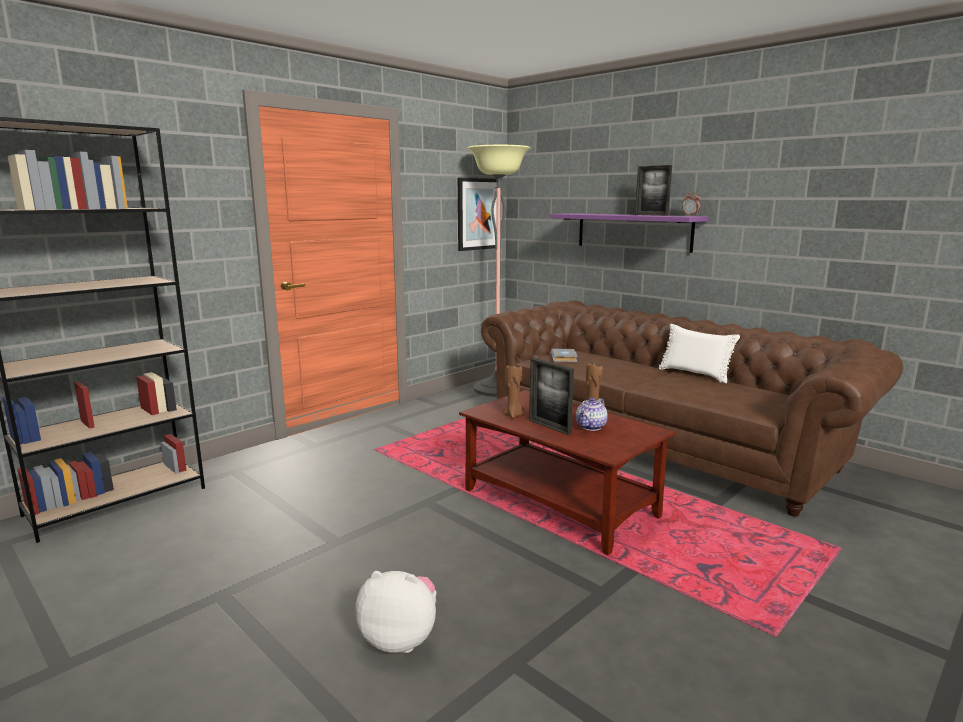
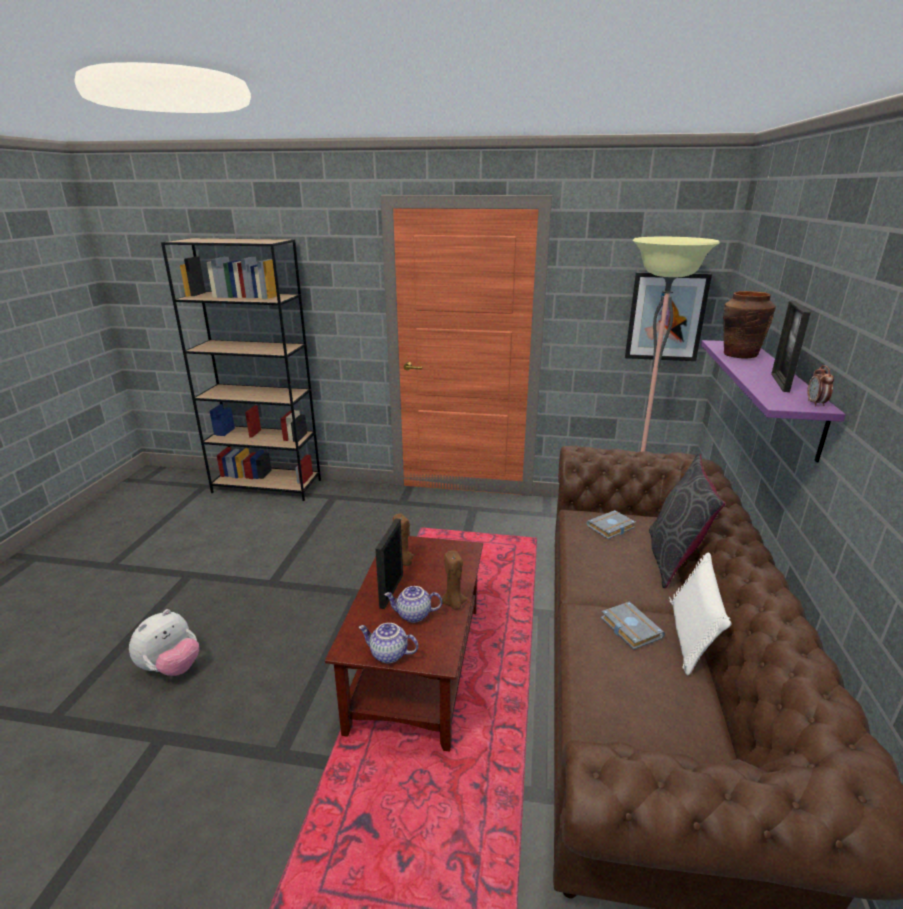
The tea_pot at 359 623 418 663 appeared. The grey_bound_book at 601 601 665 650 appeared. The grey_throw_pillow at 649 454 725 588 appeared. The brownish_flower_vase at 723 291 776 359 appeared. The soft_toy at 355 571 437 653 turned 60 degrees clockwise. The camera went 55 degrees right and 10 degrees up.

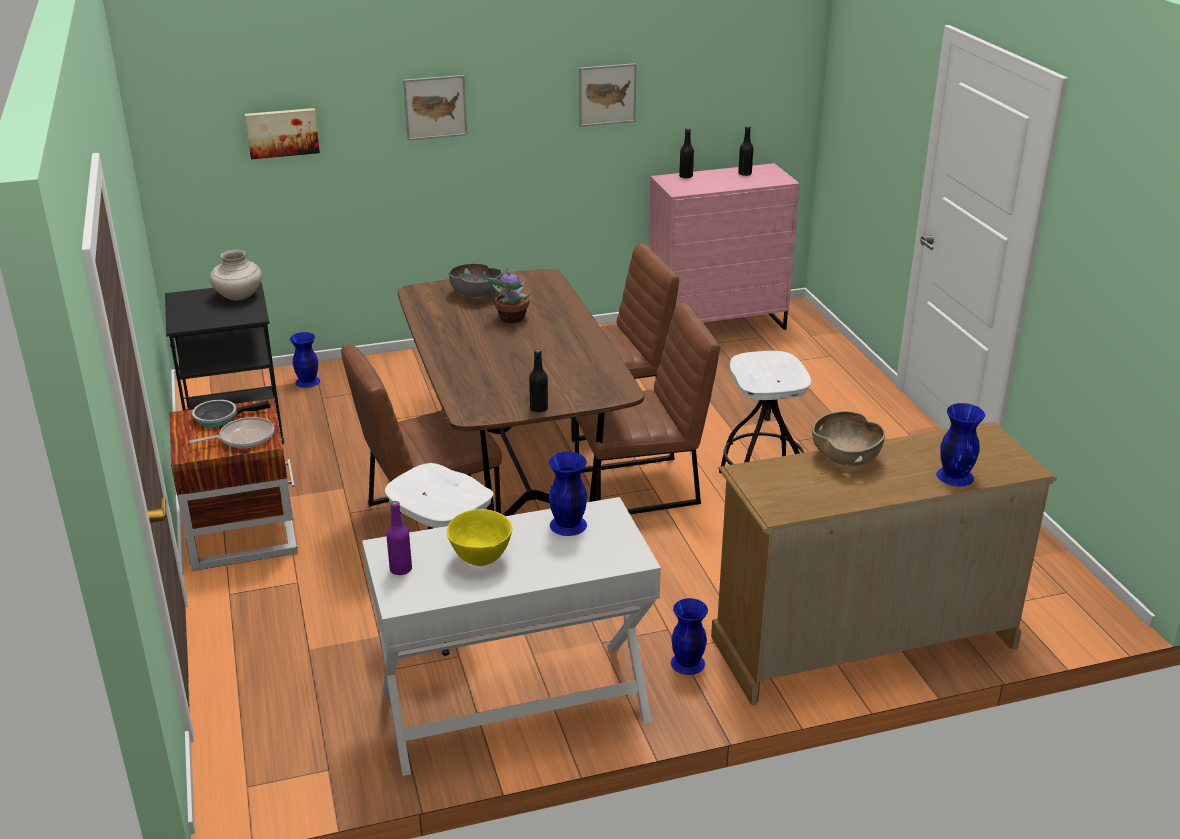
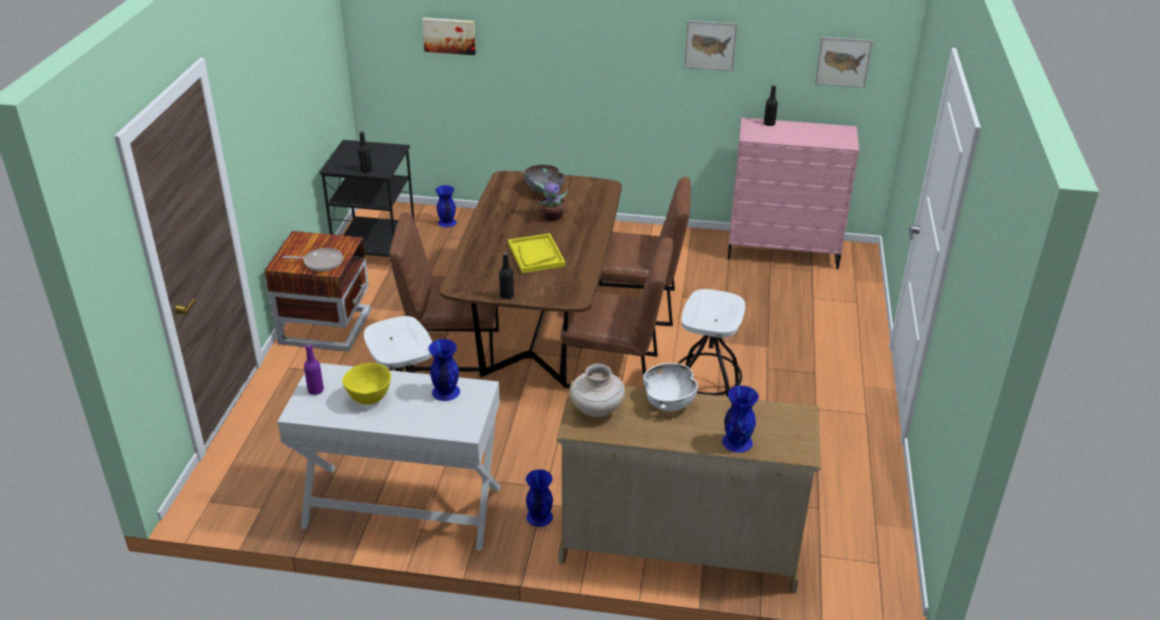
The pan at 192 400 271 427 disappeared. The yellow_serving_tray at 508 233 565 273 appeared. The beige-coloured_flower_vase moved from 210 249 262 301 to 570 364 625 417. The wall_picture moved from 403 75 467 141 to 815 37 873 88. The blackish_drink_bottle moved from 738 126 753 176 to 358 131 372 173. The brownish_bowl at 812 411 885 466 became the white_bowl at 643 363 698 411. The camera went 25 degrees right and 5 degrees up.

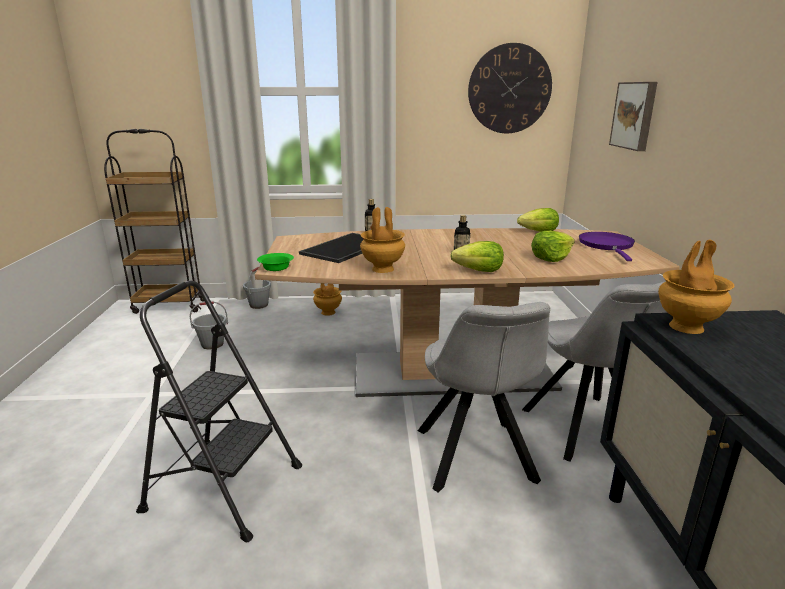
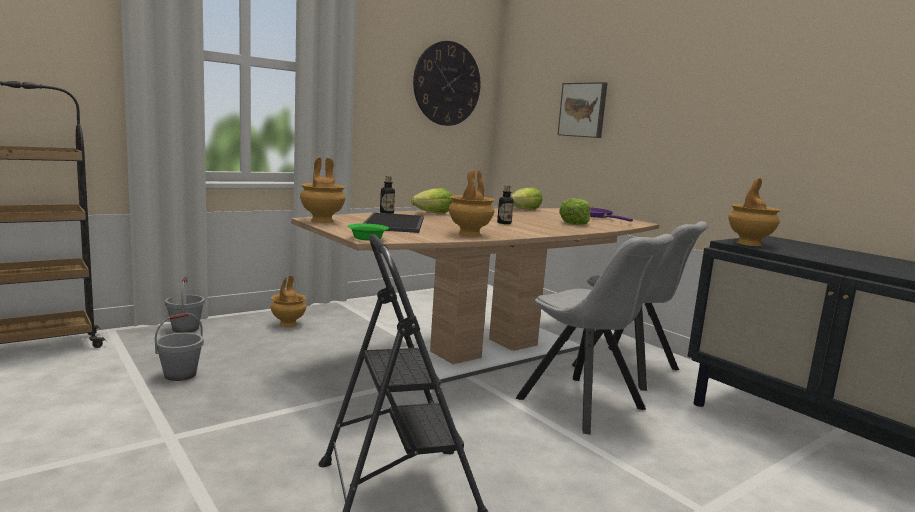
The brownish_flower_vase at 300 157 346 223 appeared. The lettuce moved from 450 241 504 272 to 411 188 453 213. The camera went 35 degrees left and 10 degrees down.

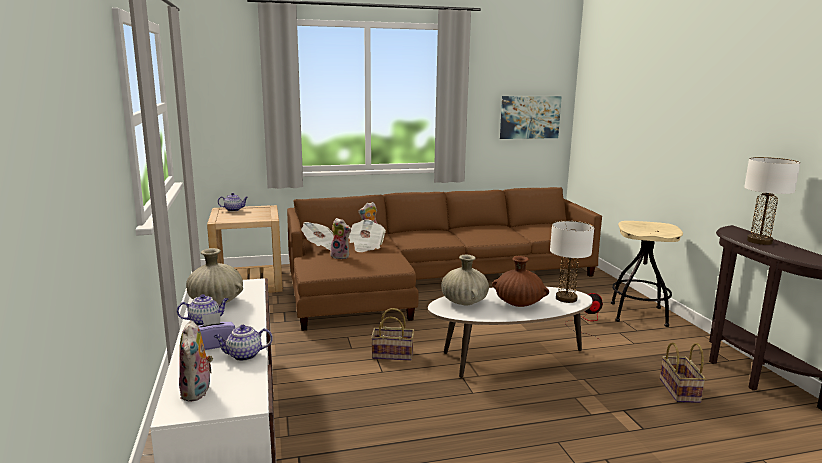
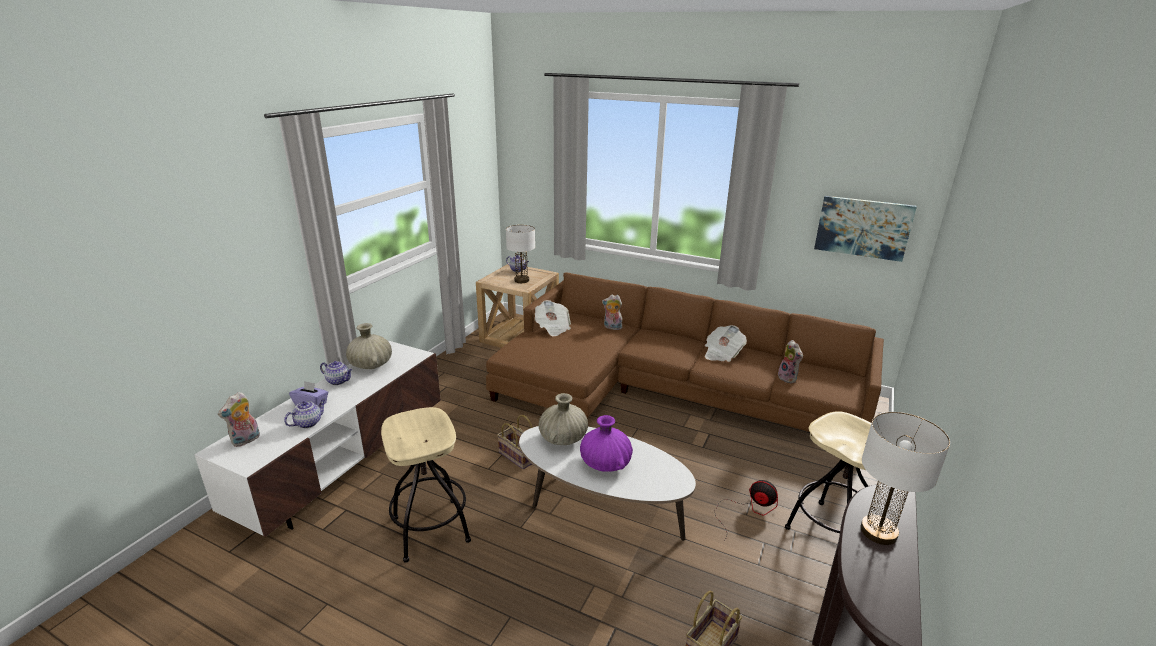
The beige-coloured_stool_seat at 381 407 471 563 appeared. The soft_toy moved from 330 218 351 260 to 777 340 803 384. The printed_paper moved from 349 219 386 252 to 705 325 747 362. The tabletop_lamp moved from 550 221 594 303 to 506 225 535 283. The brownish_flower_vase at 492 256 549 307 became the purplish_flower_vase at 580 415 633 472. The tea_pot at 214 325 273 361 turned 105 degrees clockwise. The camera went 40 degrees right and 10 degrees up.

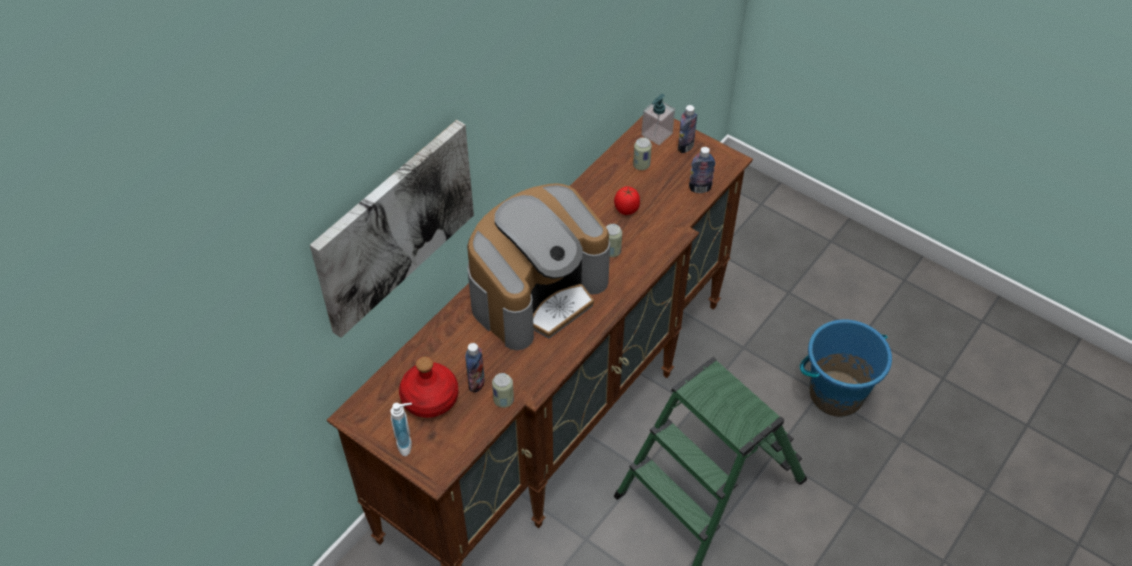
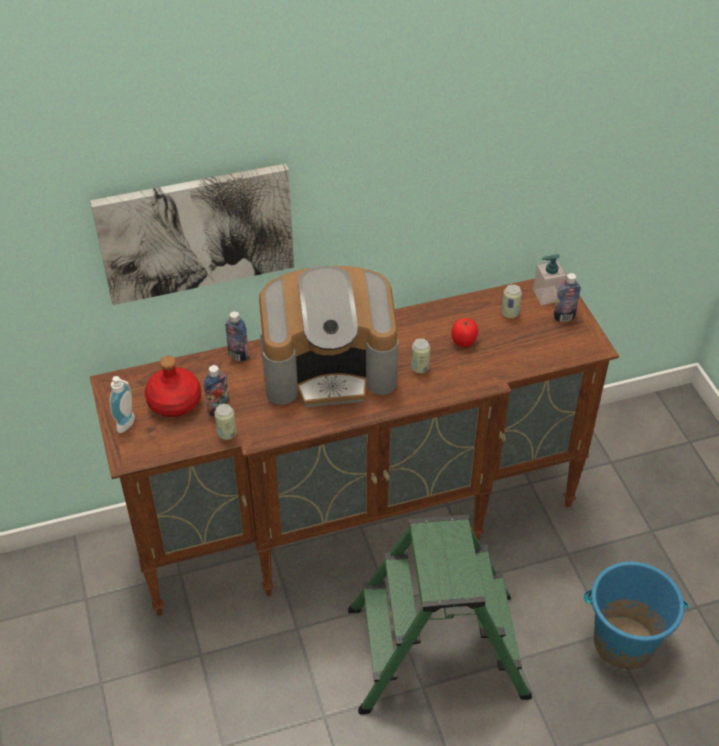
The drink_bottle moved from 689 147 716 193 to 225 311 249 361. The camera went 35 degrees right and 5 degrees down.

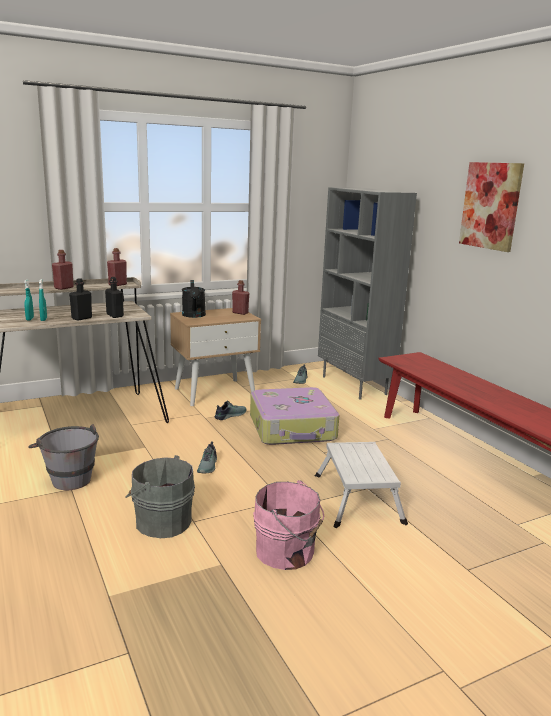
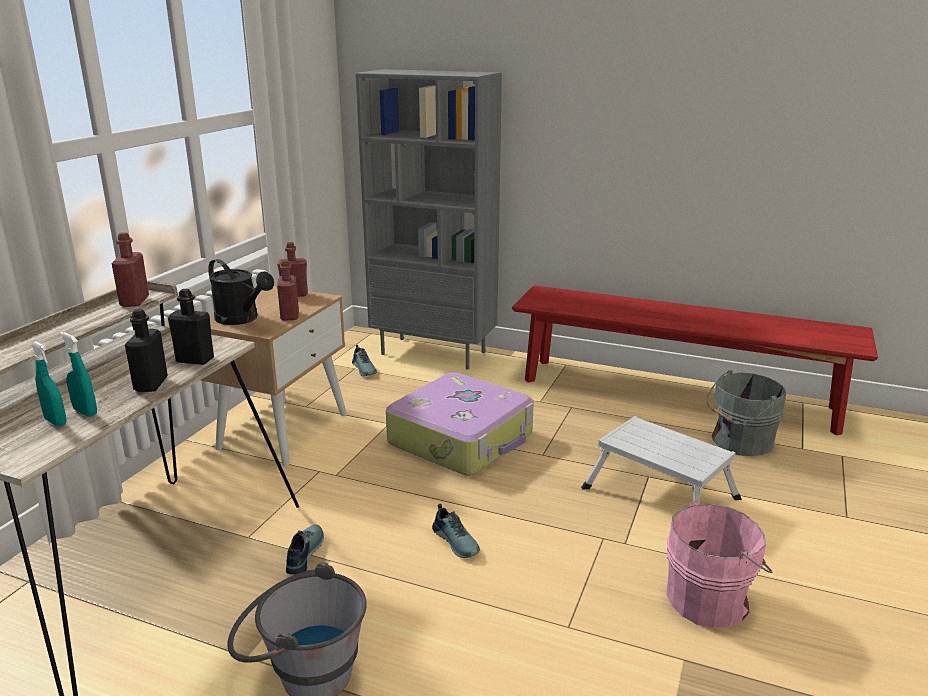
The wall_picture at 459 162 524 252 disappeared. The red_drink_bottle moved from 52 250 74 290 to 277 260 299 321. The grey_pail moved from 125 455 195 538 to 706 370 786 456. The item_of_footwear moved from 214 401 247 420 to 286 525 324 574. The camera went 40 degrees left and 5 degrees up.

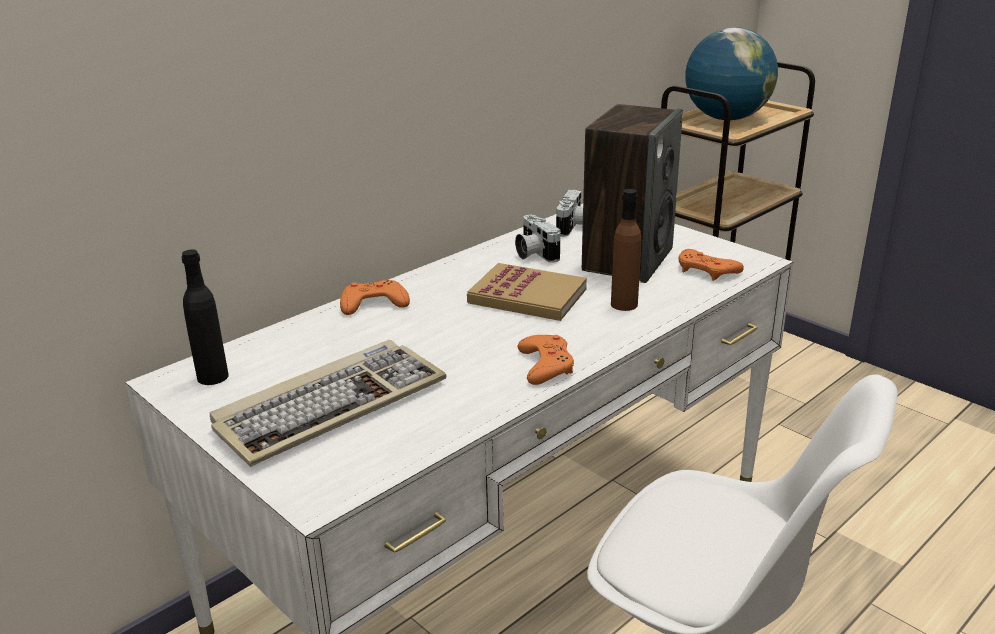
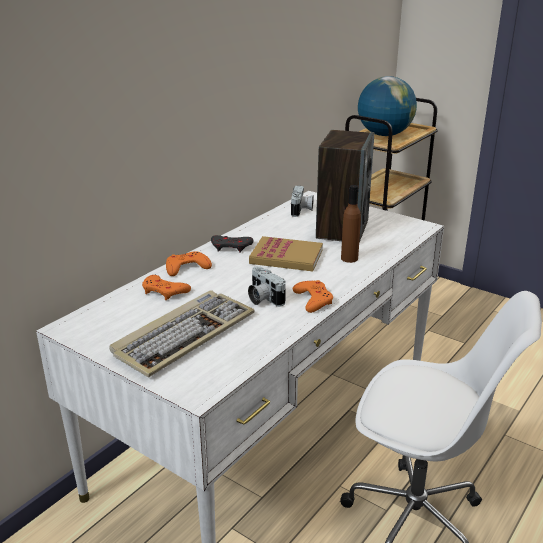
The blackish_drink_bottle at 181 249 229 385 disappeared. The grey_joypad at 211 235 253 253 appeared. The still_camera moved from 515 215 561 263 to 248 266 286 307. The orange-coloured_joypad moved from 678 249 744 281 to 142 275 191 300. The camera went 10 degrees left and 0 degrees up.

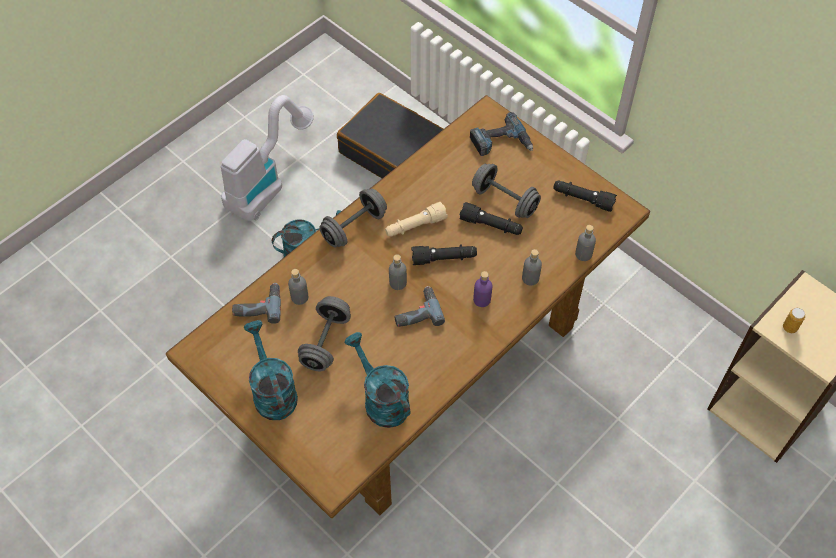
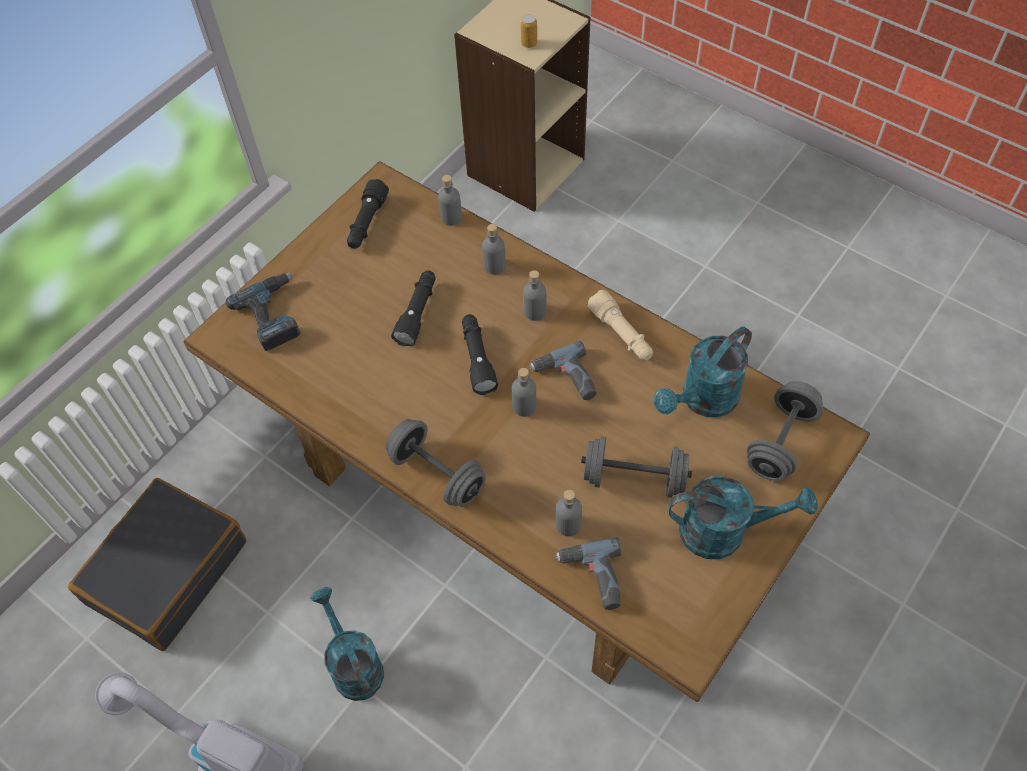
The beige-coloured_flashlight moved from 385 202 448 236 to 588 290 653 361. The grey_dumbbell moved from 472 164 541 218 to 747 381 824 481. The purplish_drink_bottle at 473 271 492 307 became the grey_drink_bottle at 523 270 546 321. The turquoise_watering_pot at 244 320 298 420 turned 150 degrees counterclockwise. The camera went 95 degrees left and 0 degrees up.

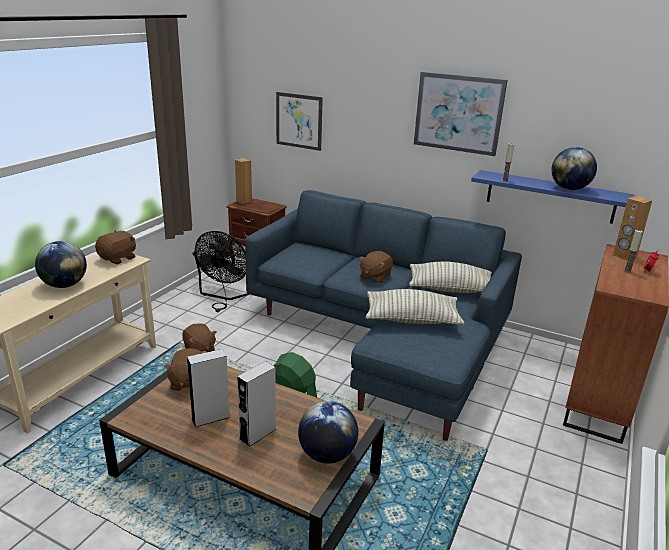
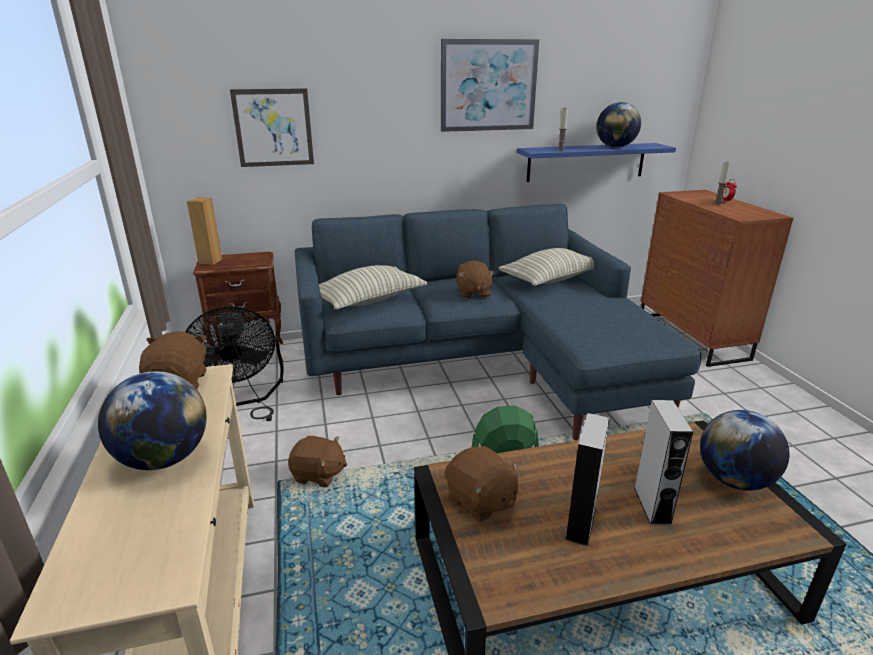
The brownish_speaker at 613 196 652 261 disappeared. The throw_pillow moved from 365 289 465 325 to 319 265 427 310. The camera went 40 degrees left and 0 degrees up.

